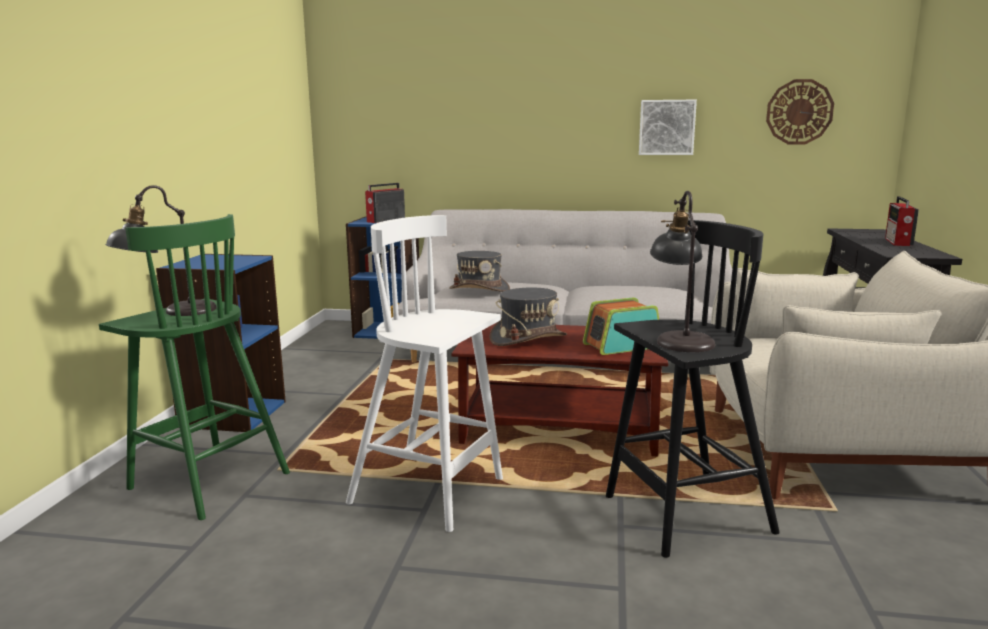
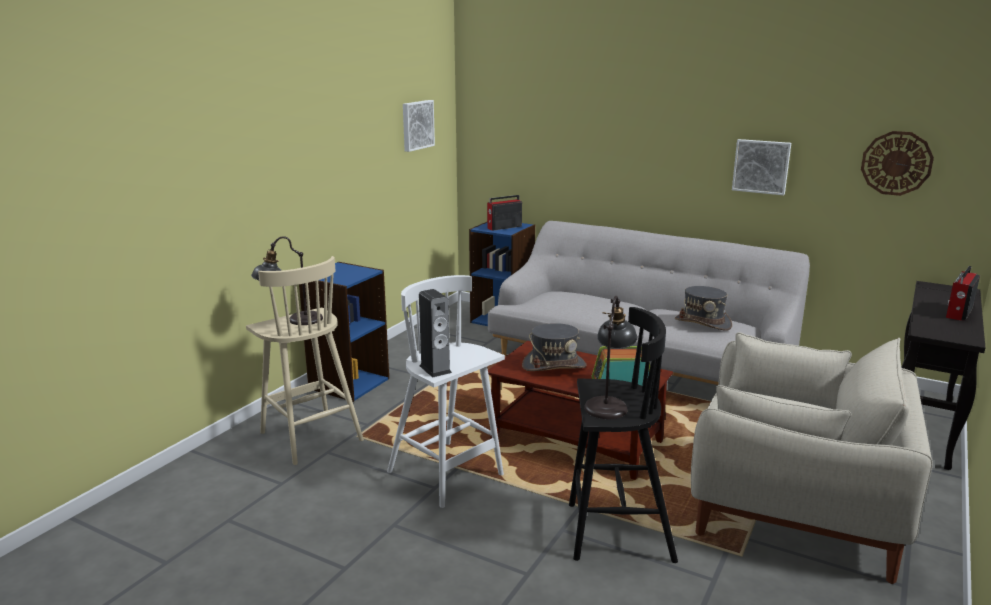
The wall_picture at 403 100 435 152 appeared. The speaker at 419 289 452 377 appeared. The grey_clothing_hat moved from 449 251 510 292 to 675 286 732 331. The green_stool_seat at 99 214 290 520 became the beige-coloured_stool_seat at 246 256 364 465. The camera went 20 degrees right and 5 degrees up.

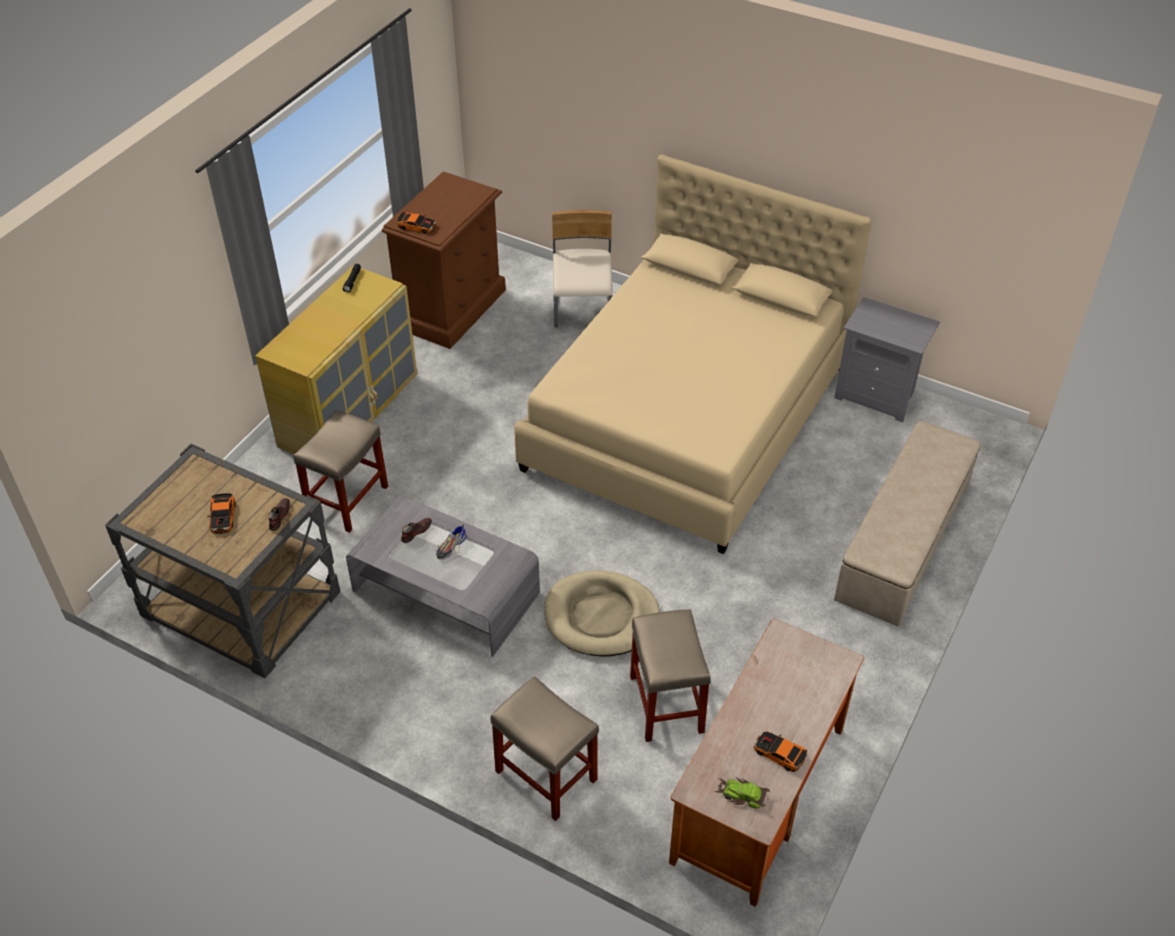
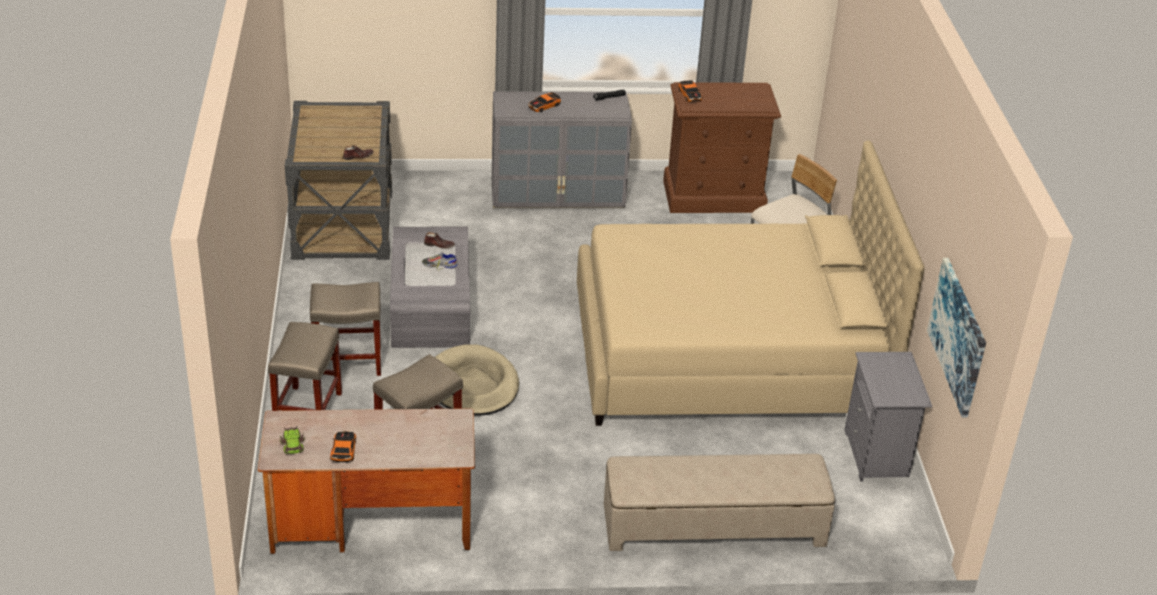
The wall_picture at 927 258 986 418 appeared. The model_car moved from 208 493 235 534 to 528 92 561 112. The beige-coloured_stool_seat moved from 293 410 388 533 to 310 282 381 376. The yellow_cupboard at 255 265 417 455 became the grey_cupboard at 492 91 632 208. The camera went 55 degrees right and 10 degrees down.

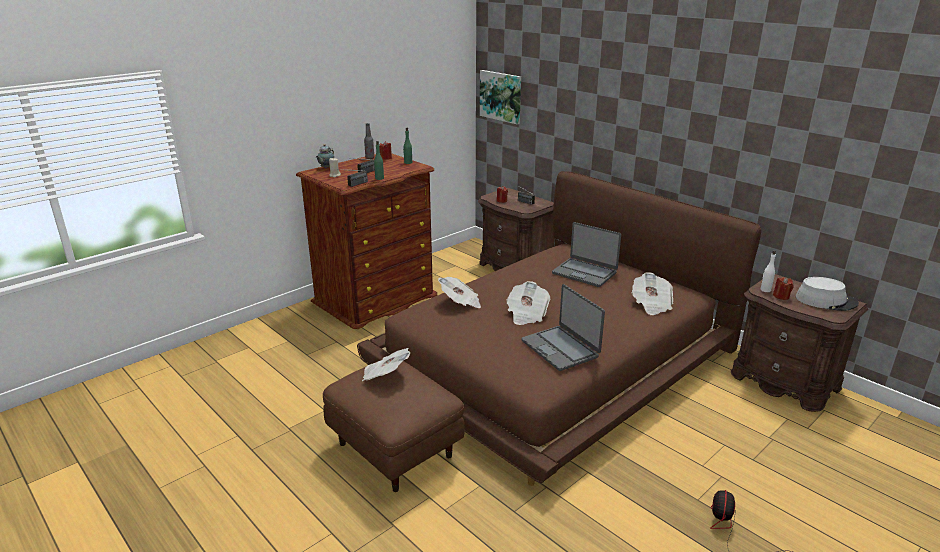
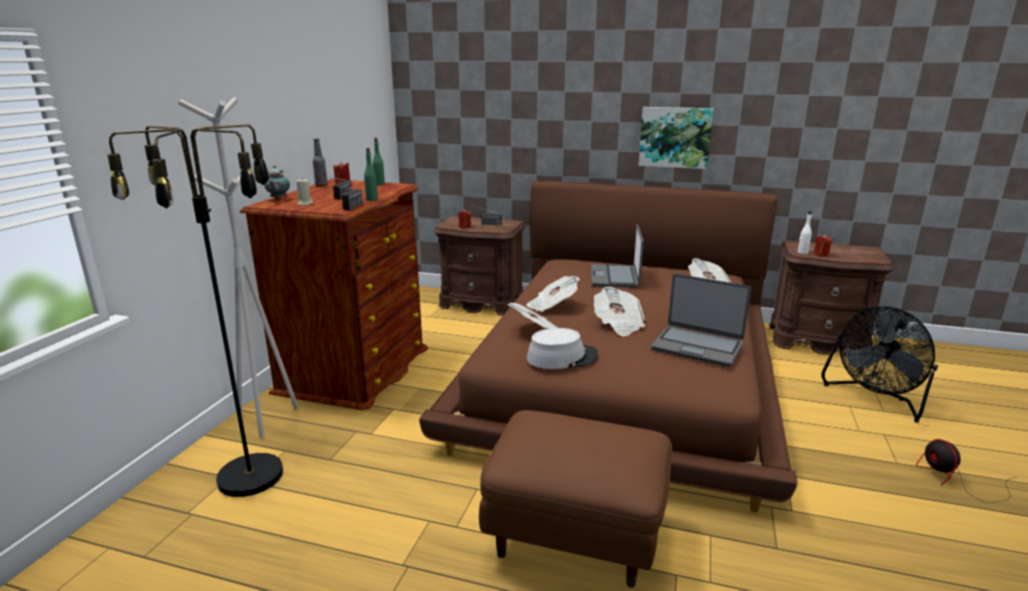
The standard_lamp at 107 124 283 497 appeared. The grey_garment_stand at 179 97 299 438 appeared. The blackish_fan at 822 306 938 423 appeared. The printed_paper moved from 362 348 410 381 to 526 276 580 312. The wall_picture moved from 480 70 521 124 to 639 107 714 169. The grey_clothing_hat moved from 796 277 859 311 to 527 328 598 369. The laptop at 552 222 621 287 turned 90 degrees clockwise. The camera went 30 degrees left and 5 degrees down.

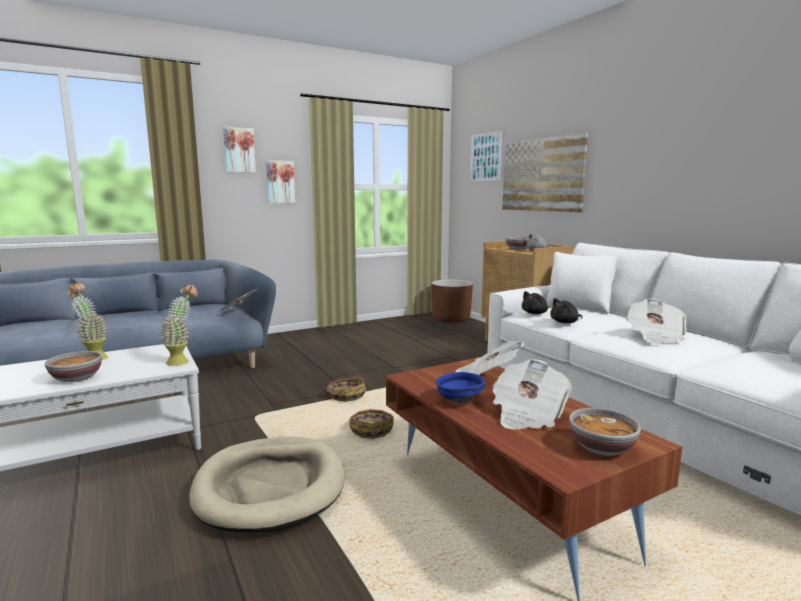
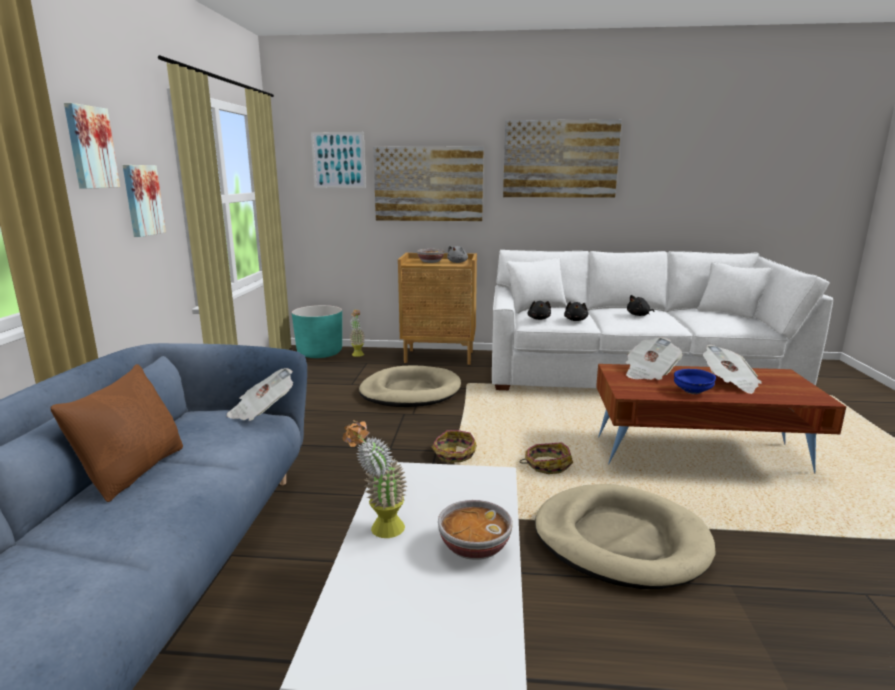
The bowl at 569 408 641 456 disappeared. The brownish_throw_pillow at 50 364 183 502 appeared. The beige-coloured_pet_bed at 359 365 461 407 appeared. The wall_picture at 503 119 622 198 appeared. The plant_in_a_pot moved from 161 284 198 366 to 349 309 365 357. The printed_paper at 626 298 686 344 was replaced by the blackish_soft_toy at 627 295 655 316. The brownish_planter at 431 280 473 323 became the turquoise_planter at 292 305 342 358. The camera went 55 degrees left and 5 degrees up.

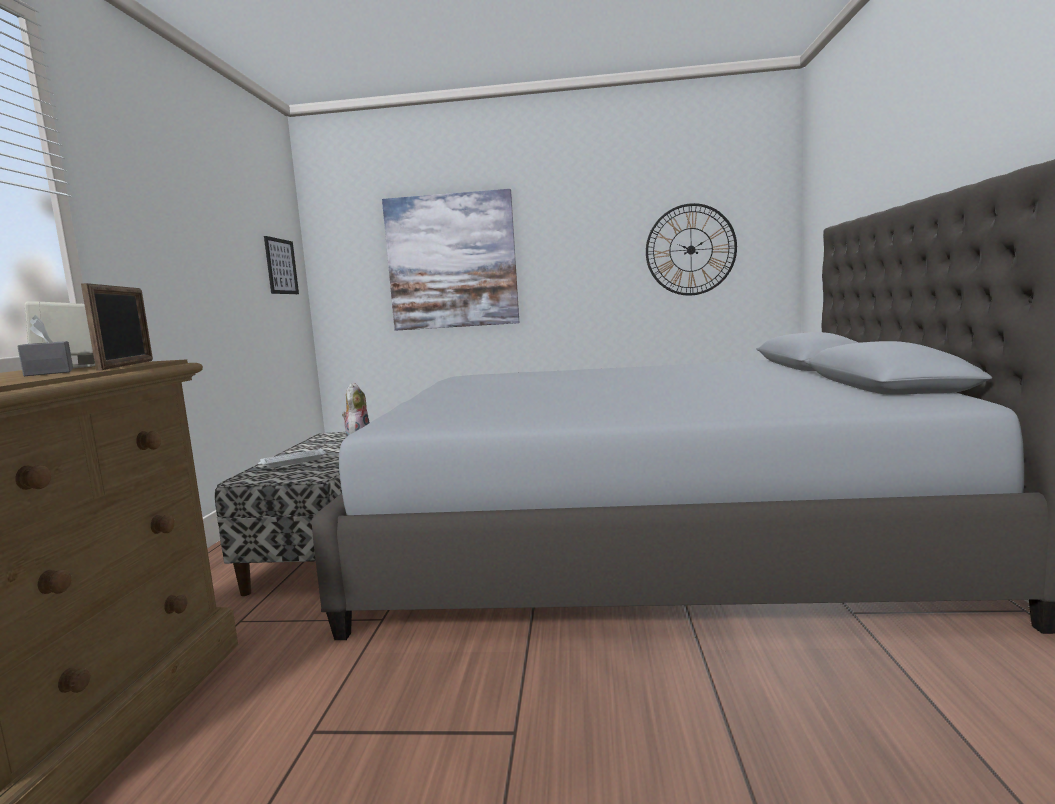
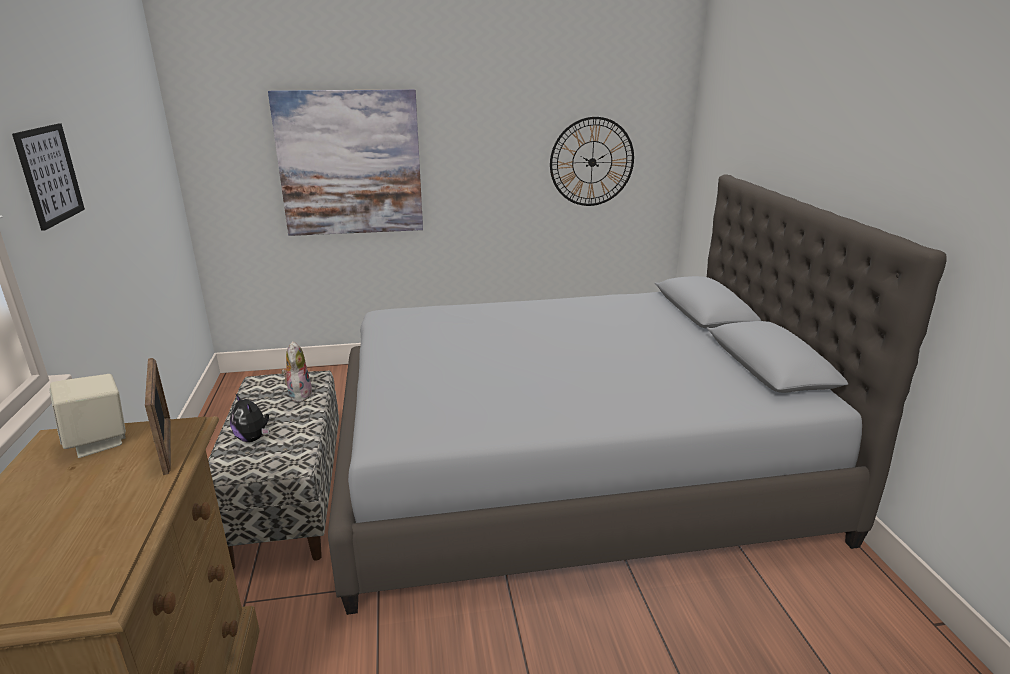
The grey_tissue_box at 17 315 73 376 disappeared. The wall_picture moved from 264 236 299 294 to 12 124 85 231. The white_serving_tray at 258 448 326 468 was replaced by the soft_toy at 230 393 269 442. The camera went 15 degrees left and 15 degrees up.

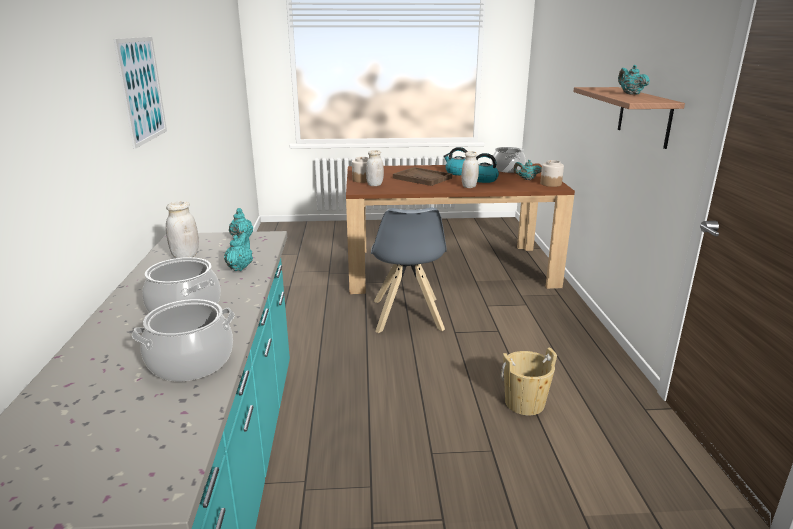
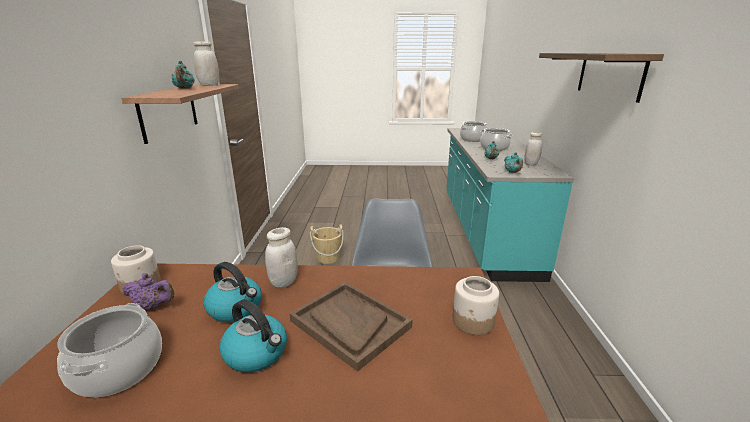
The white_preserve_jar moved from 366 150 384 186 to 193 41 219 86. The wall_picture at 114 37 167 149 was replaced by the wall_shelf at 539 53 664 103. The turquoise_tea_pot at 513 160 542 180 became the purplish_tea_pot at 123 273 174 310. The camera went 175 degrees left and 0 degrees up.

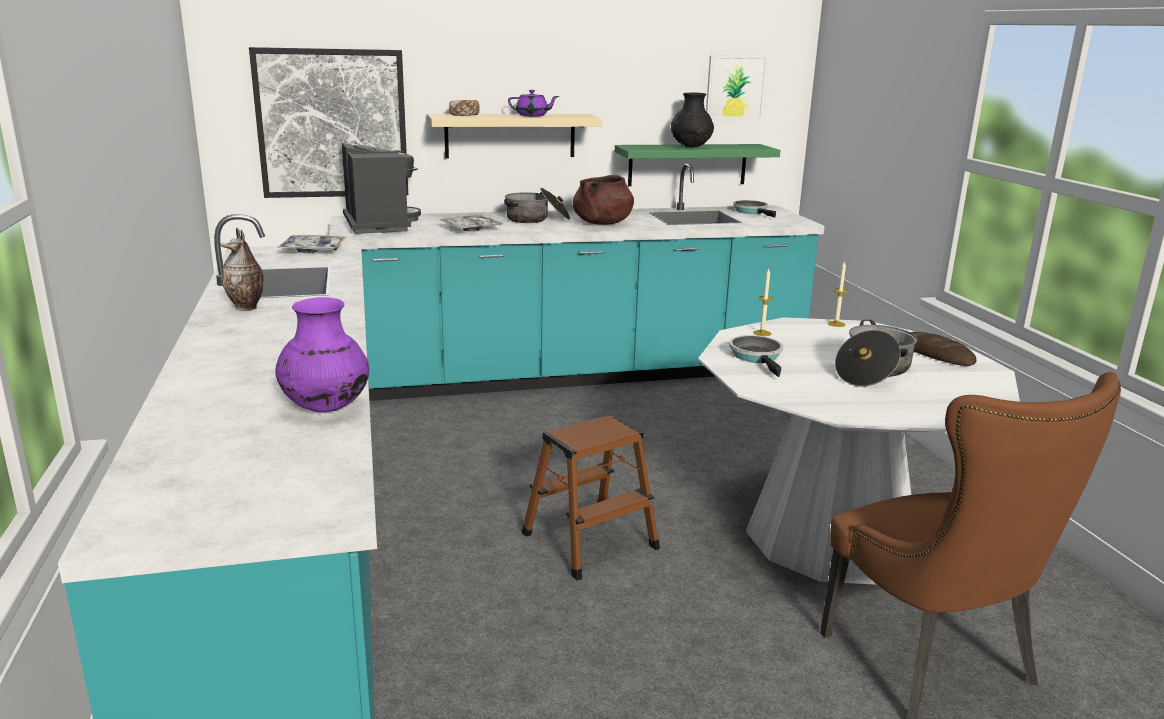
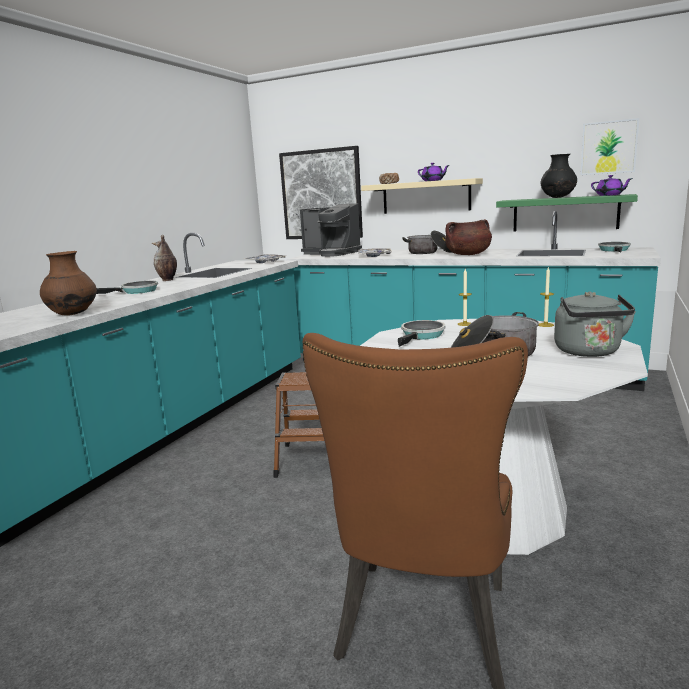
The pan at 96 281 158 294 appeared. The purplish_tea_pot at 591 175 633 196 appeared. The baked_bread at 911 332 976 366 was replaced by the grey_water_kettle at 554 291 636 357. The purplish_flower_vase at 275 297 369 413 became the brownish_flower_vase at 40 251 97 316. The coffee_machine at 342 143 421 234 turned 105 degrees clockwise. The camera went 40 degrees right and 5 degrees down.

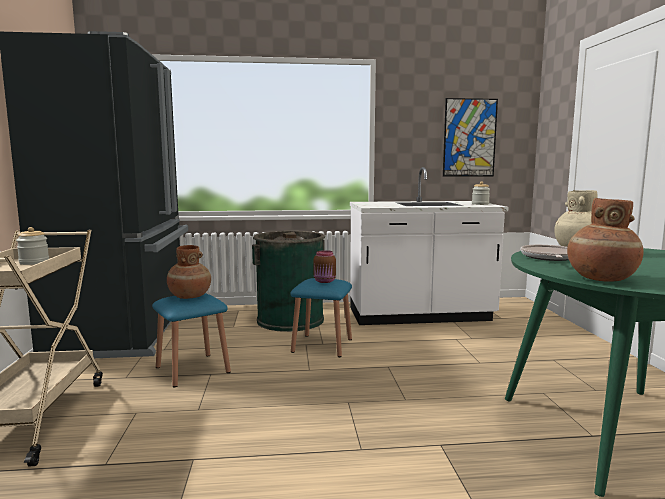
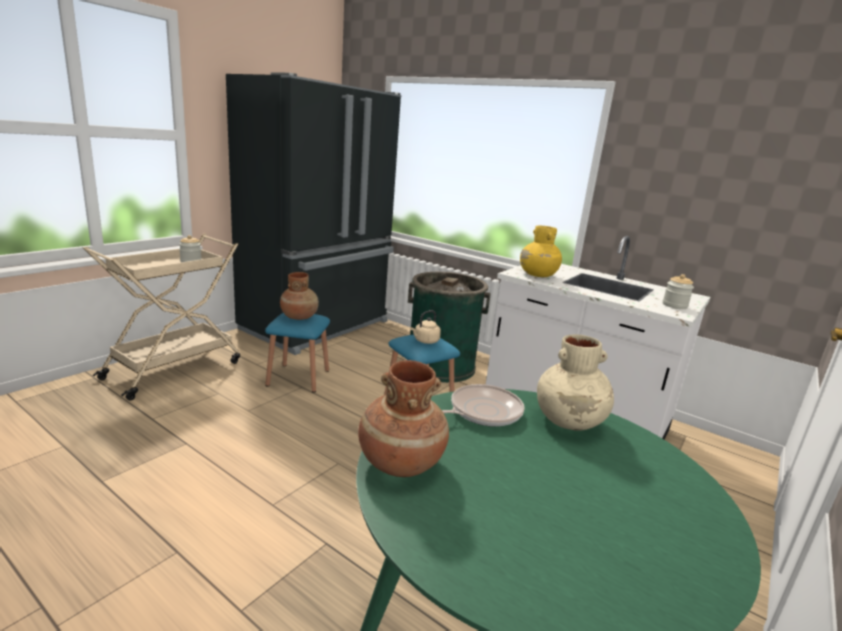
The wall_picture at 443 98 498 177 disappeared. The yellow_flower_vase at 520 226 562 277 appeared. The brownish_preserve_jar at 313 250 336 283 was replaced by the beige-coloured_water_kettle at 410 310 441 344. The camera went 40 degrees right and 10 degrees up.

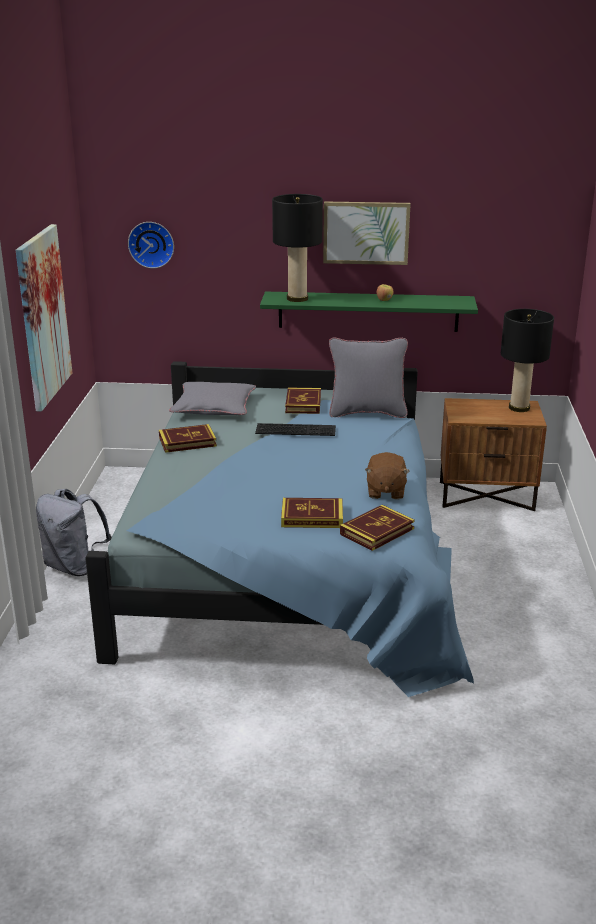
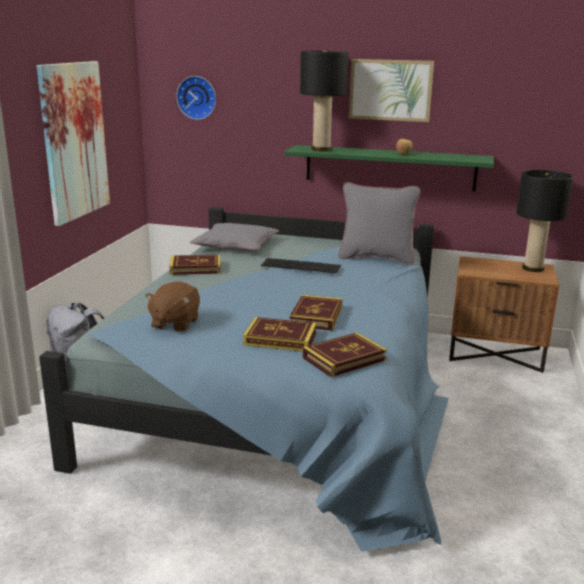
The bound_book moved from 285 387 321 414 to 289 295 343 331. The brownish_soft_toy moved from 365 452 410 500 to 145 281 200 332. The camera went 10 degrees right and 5 degrees down.

